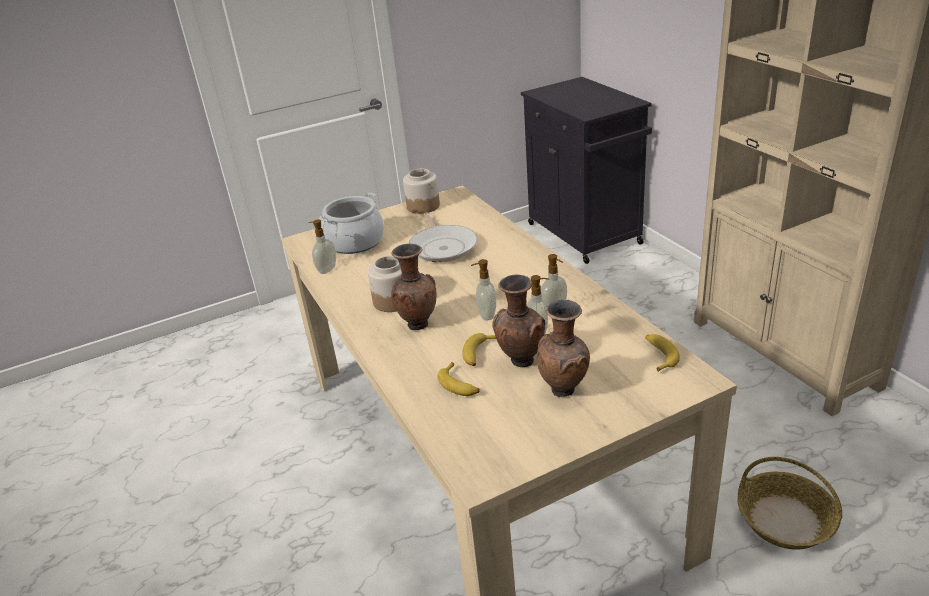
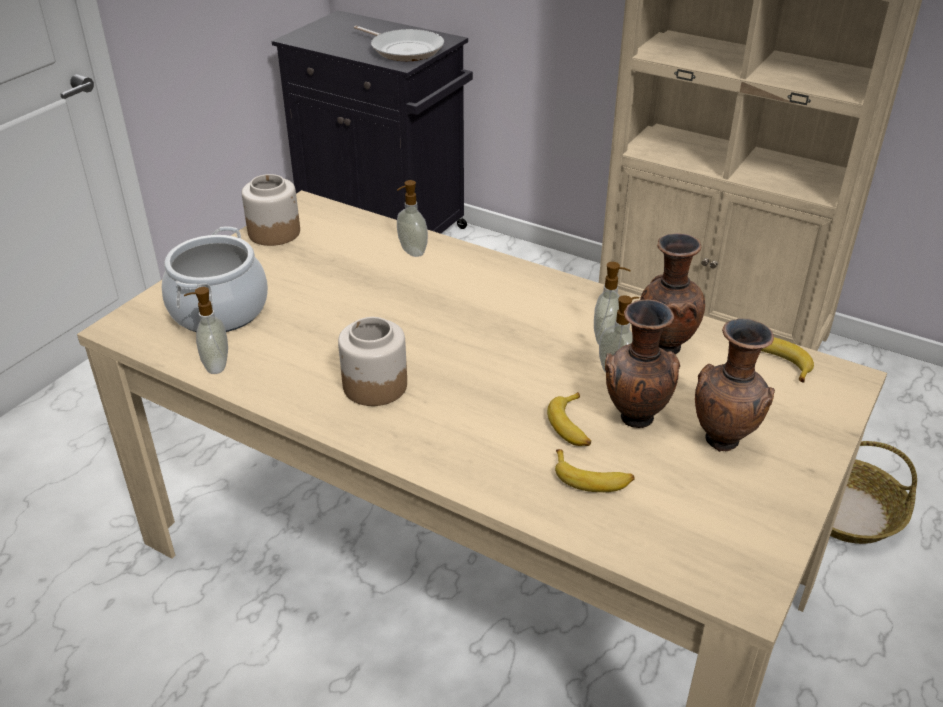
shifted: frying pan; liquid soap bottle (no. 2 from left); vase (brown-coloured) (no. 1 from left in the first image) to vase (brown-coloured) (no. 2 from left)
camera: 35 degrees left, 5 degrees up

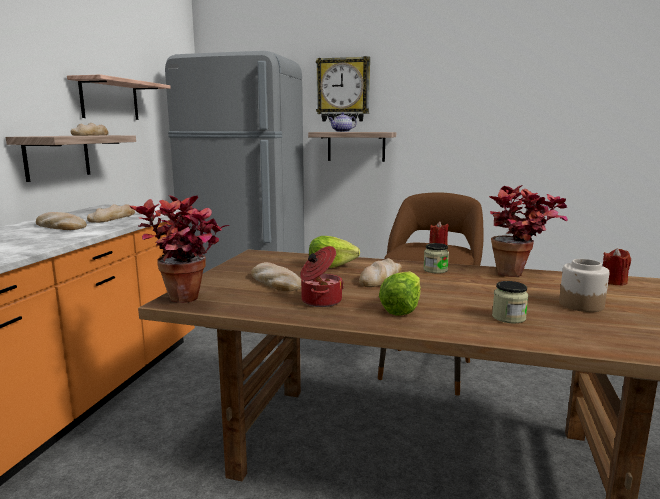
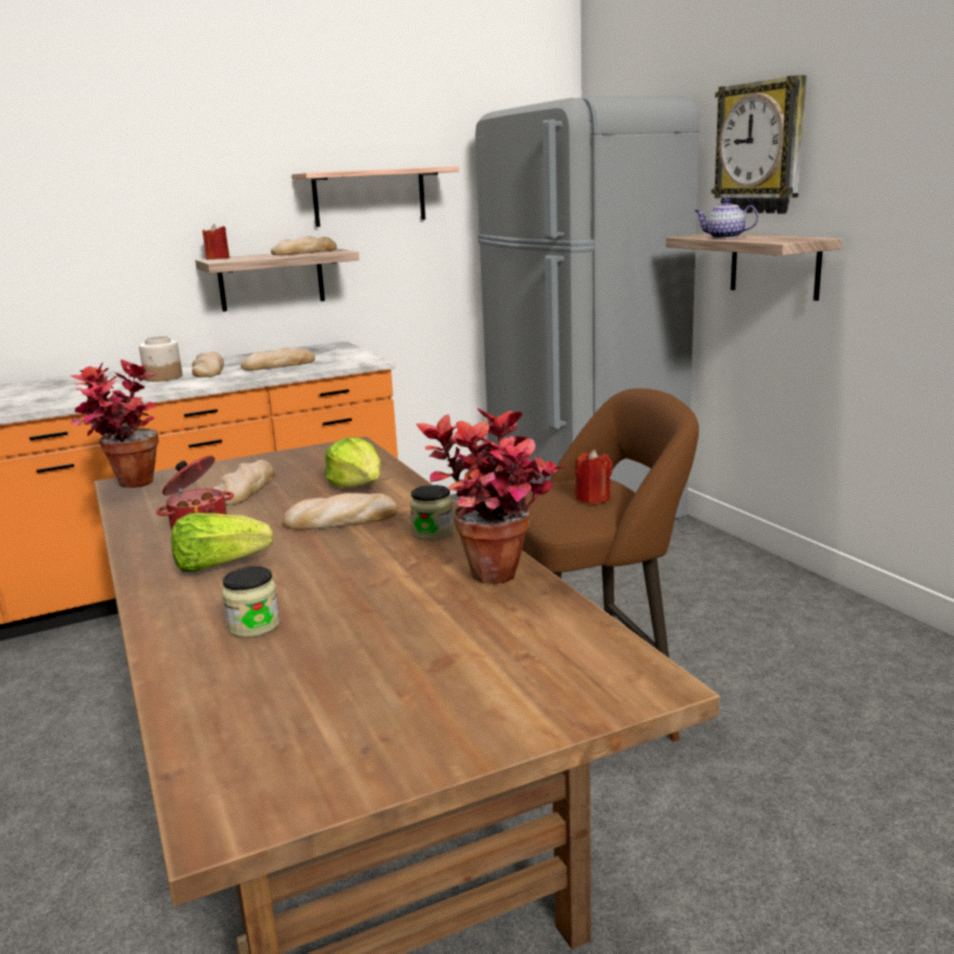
shifted: jar (no. 3 from left in the first image) to jar (no. 1 from left); wax candle (reddish) (no. 2 from left in the first image) to wax candle (reddish) (no. 1 from left)
camera: 50 degrees right, 5 degrees up

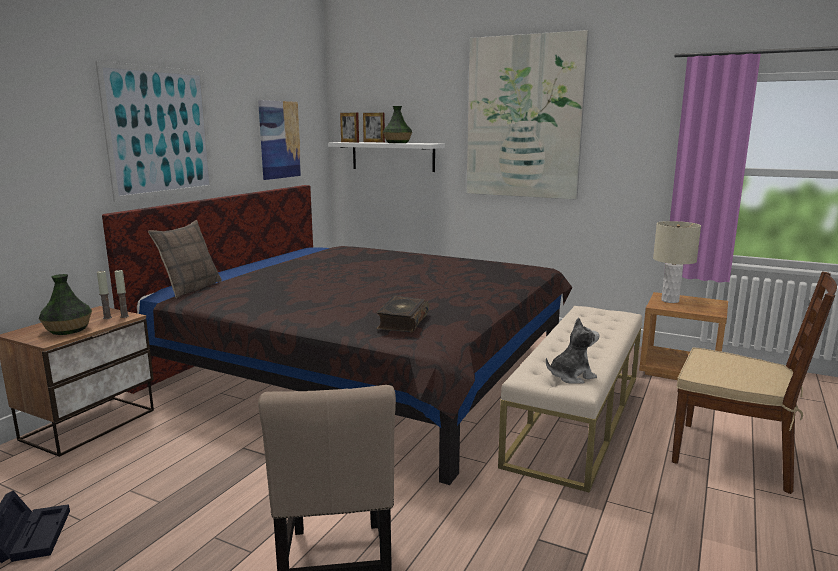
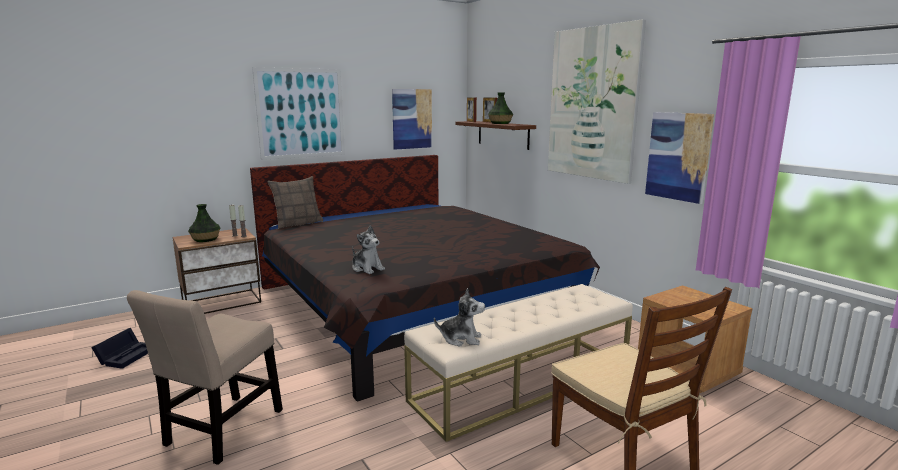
gone: lamp for a table (sand-coloured)
new: wall picture (no. 4 from left)
swapped: volume to cuddly toy (no. 1 from left)
repainted: wall shelf (white-coloured) to wall shelf (brown-coloured)
camera: 30 degrees right, 0 degrees up

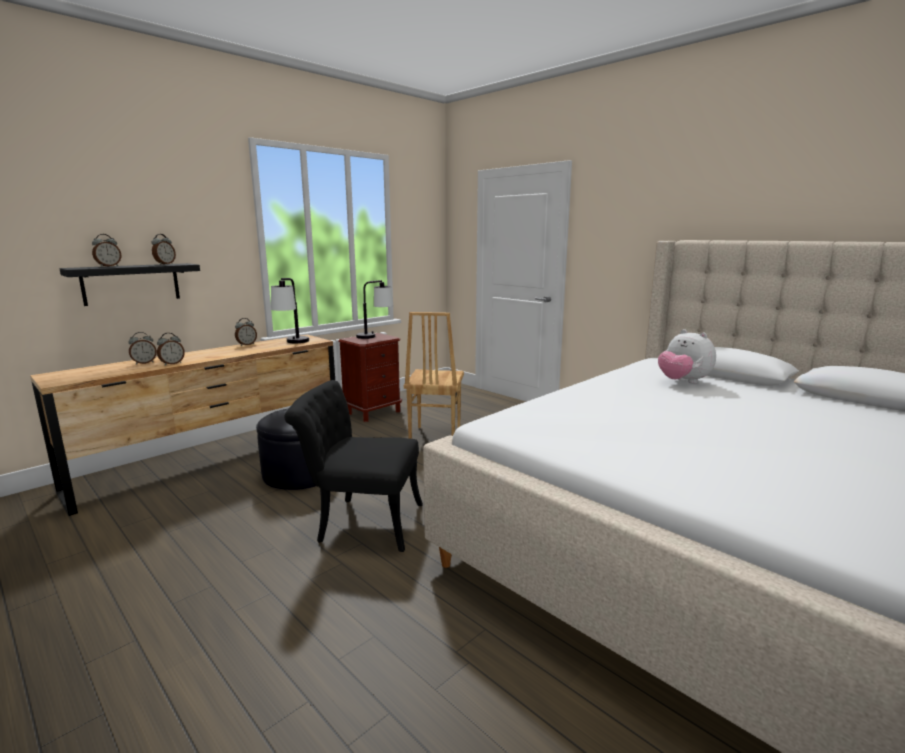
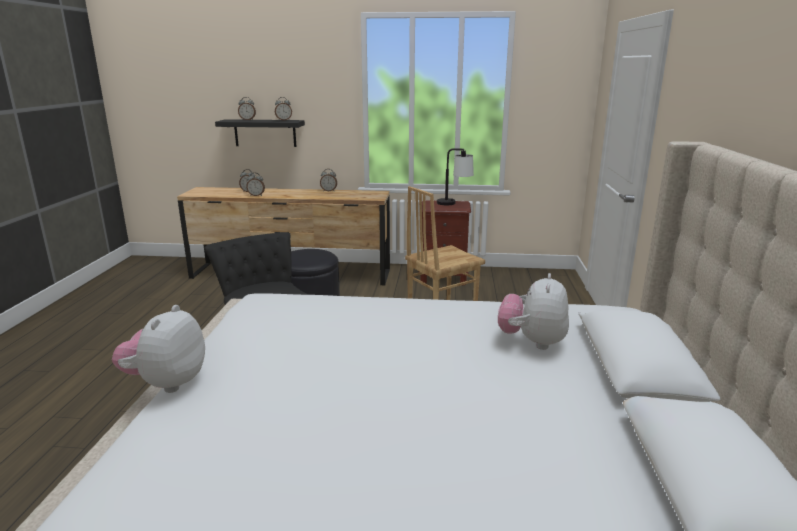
gone: lamp for a table (no. 1 from left)
new: cuddly toy (no. 1 from left)
camera: 50 degrees right, 5 degrees up

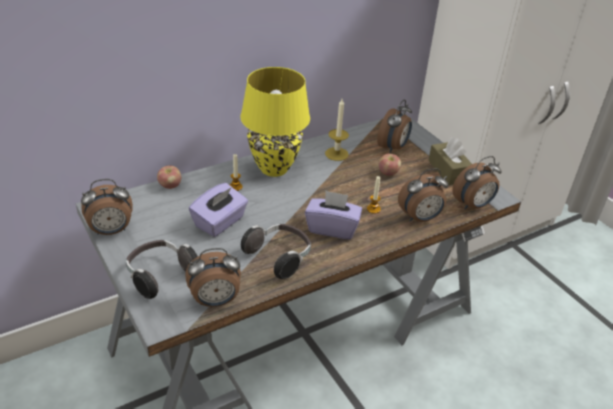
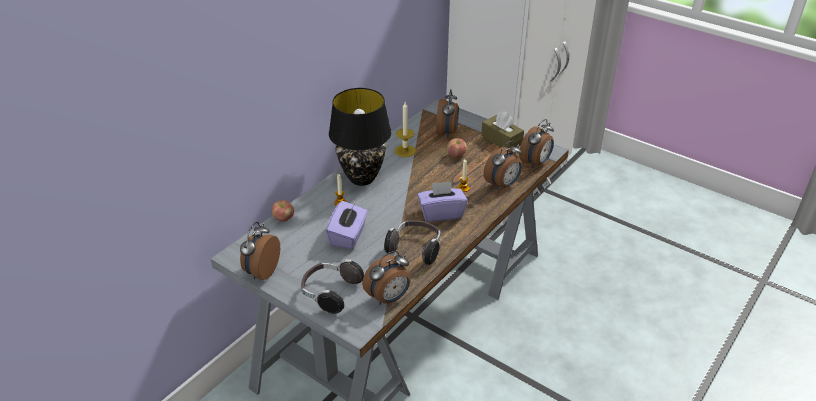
repainted: lamp for a table (yellowish) to lamp for a table (black-coloured)
rotated: bedside clock (no. 1 from left) 150 degrees clockwise
camera: 20 degrees left, 0 degrees up

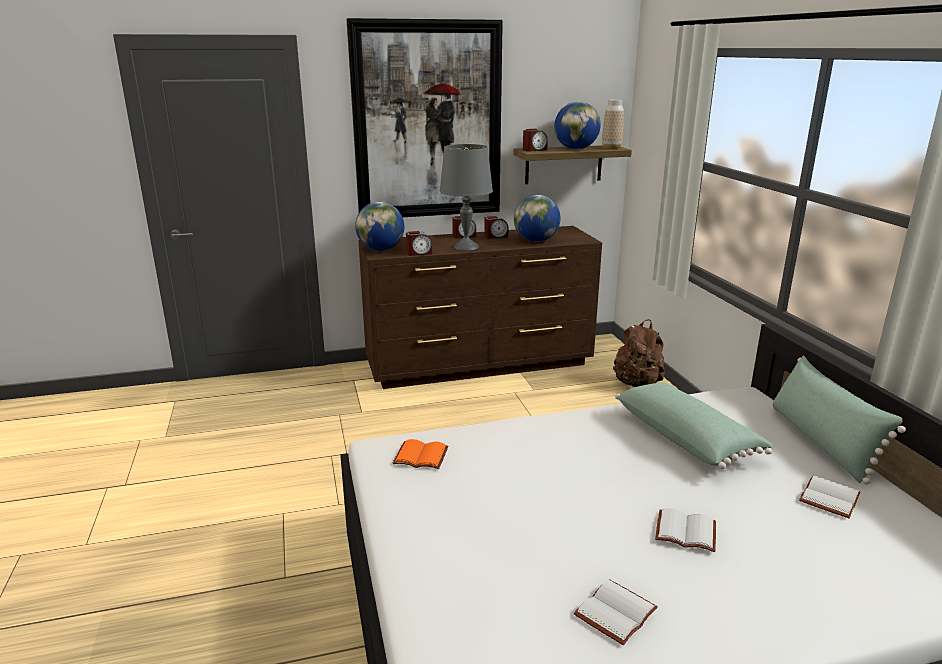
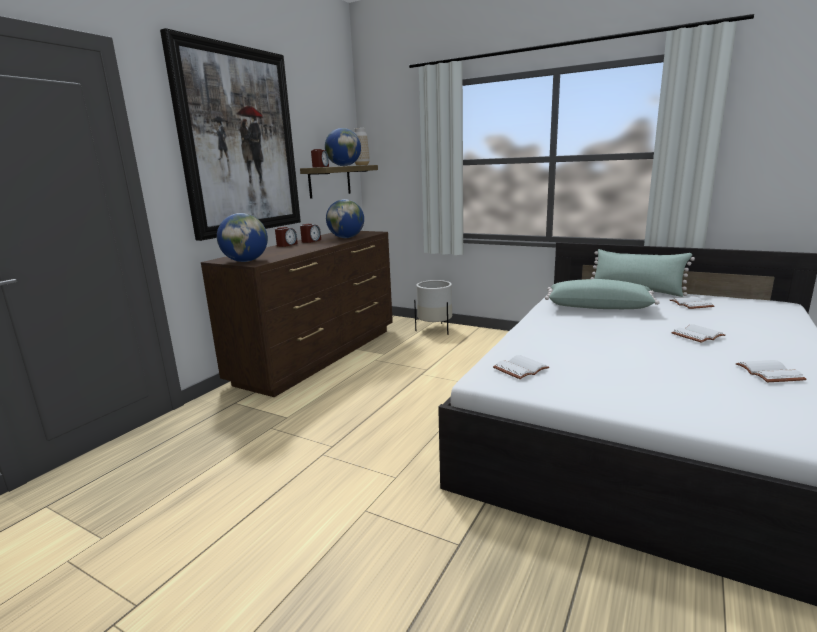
gone: bedside clock (no. 1 from left); lamp for a table (grey)
swapped: backpack (brown-coloured) to flower pot (white-coloured)
repainted: volume (orange-coloured) to volume (white-coloured) (no. 1 from left)
camera: 45 degrees left, 5 degrees down

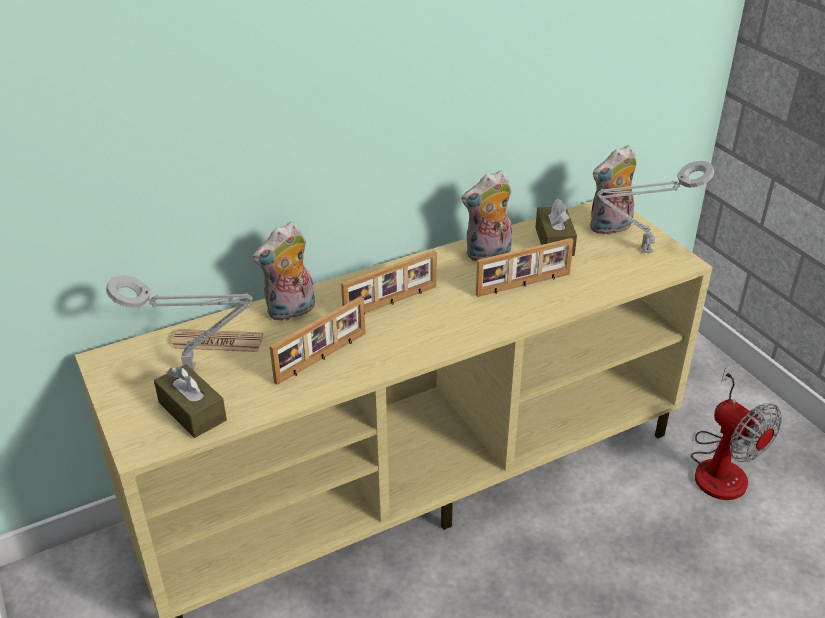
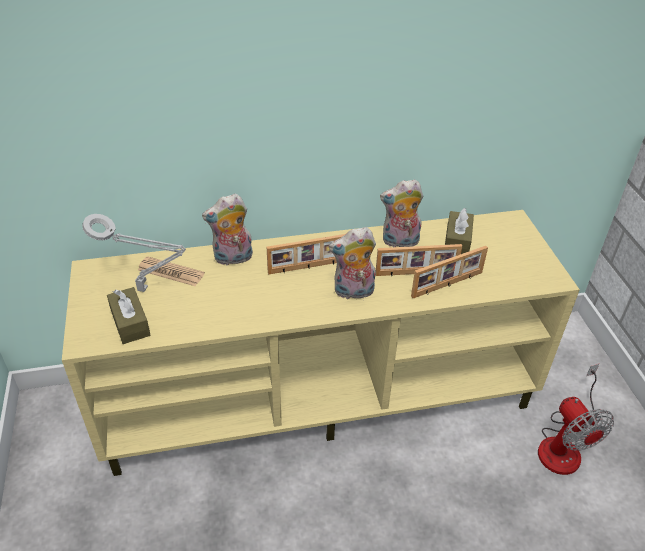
gone: lamp for a table (grey) (no. 2 from left)
shifted: cuddly toy (no. 3 from left in the first image) to cuddly toy (no. 2 from left); standing frame (no. 1 from left in the first image) to standing frame (no. 3 from left)
camera: 15 degrees right, 5 degrees up

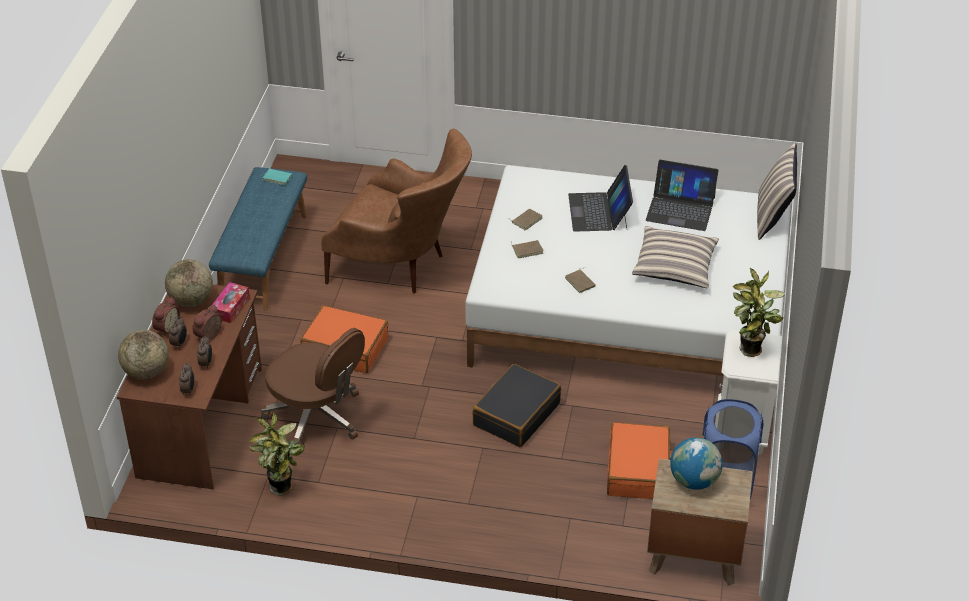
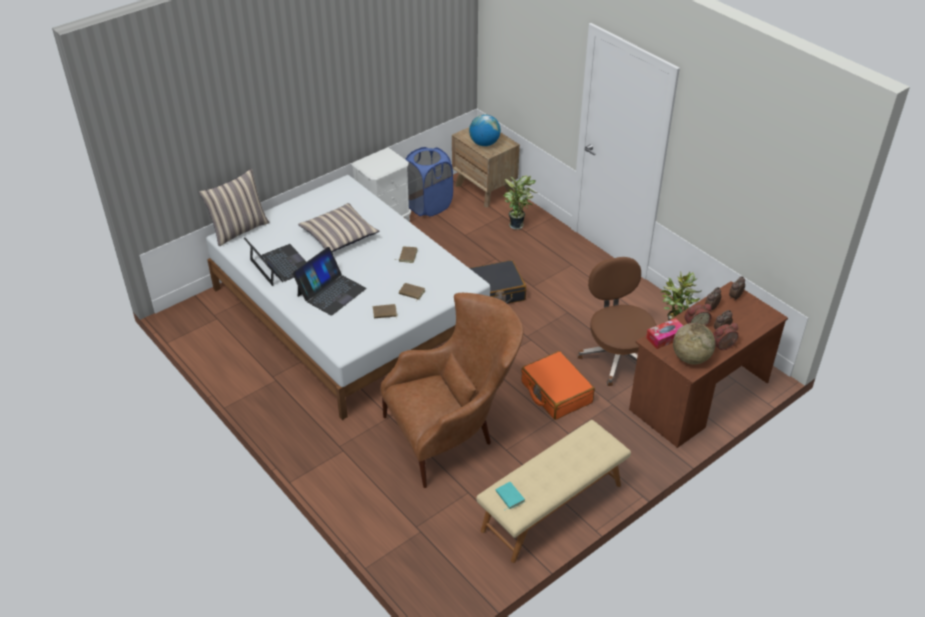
gone: globe (no. 1 from left); suitcase (orange-coloured) (no. 2 from left)
shifted: potted plant (no. 2 from left in the first image) to potted plant (no. 1 from left)
repainted: bench (blue-coloured) to bench (sand-coloured)
rotated: armchair (brown-coloured) 90 degrees clockwise
camera: 140 degrees left, 0 degrees up

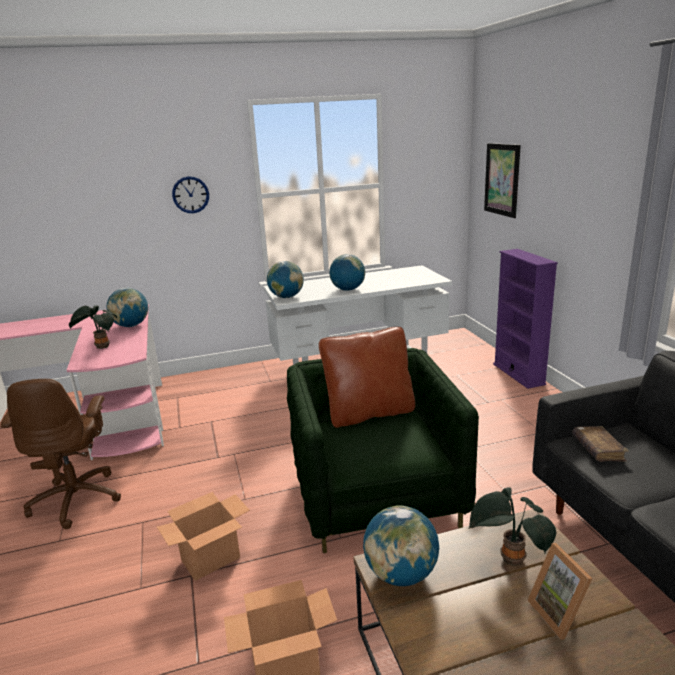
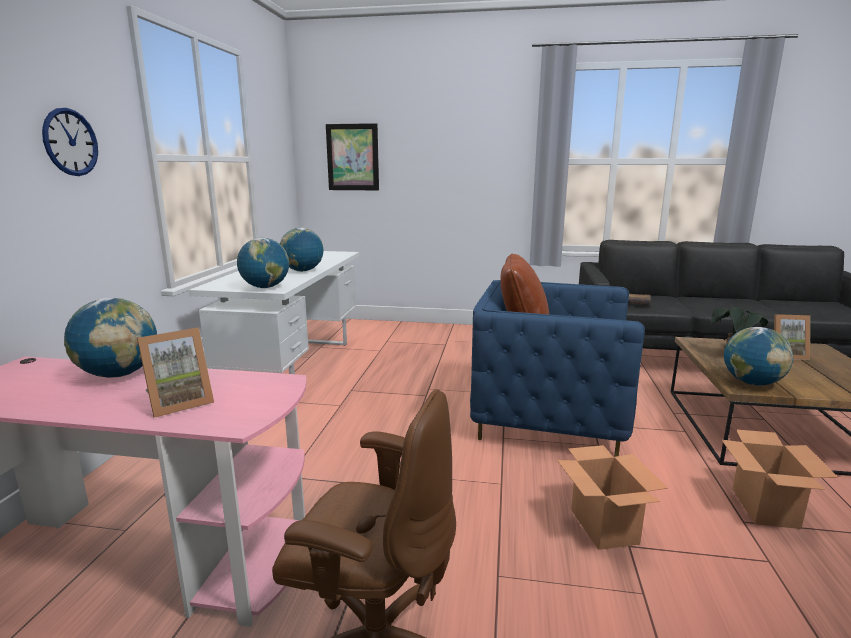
gone: bookshelf (purplish)
swapped: potted plant (no. 1 from left) to standing frame (no. 1 from left)
repainted: armchair (green-coloured) to armchair (blue-coloured)
camera: 65 degrees left, 5 degrees down

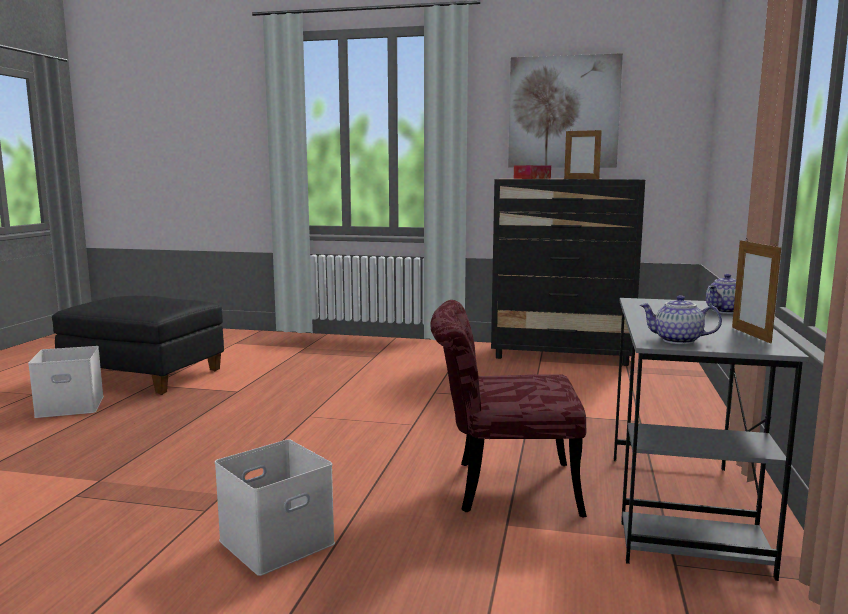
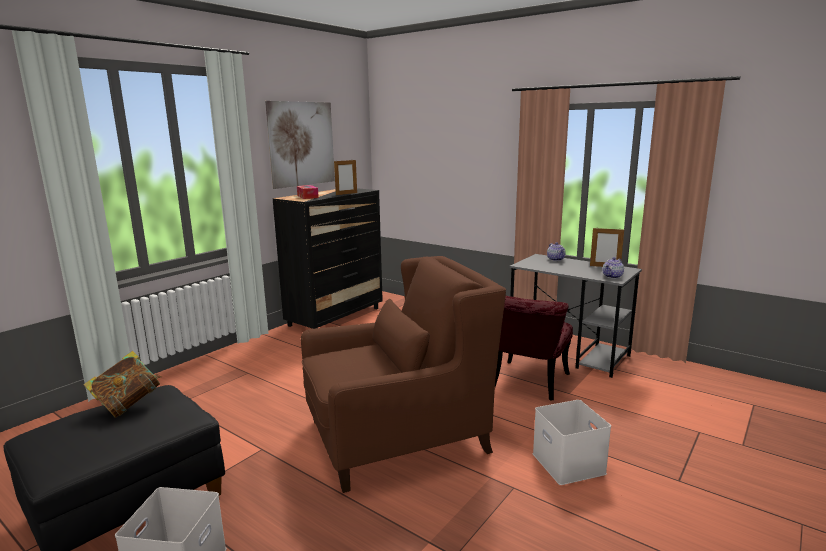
new: volume; armchair (brown-coloured)
camera: 65 degrees left, 5 degrees up

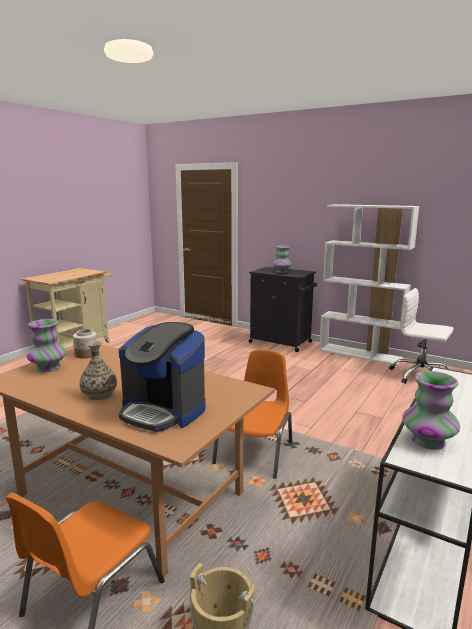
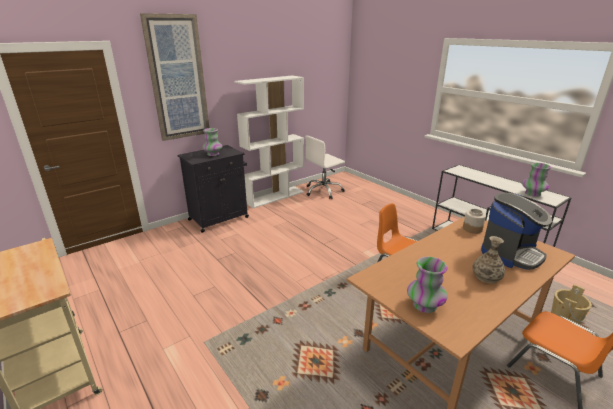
new: wall picture
shifted: jar
camera: 70 degrees left, 10 degrees up

